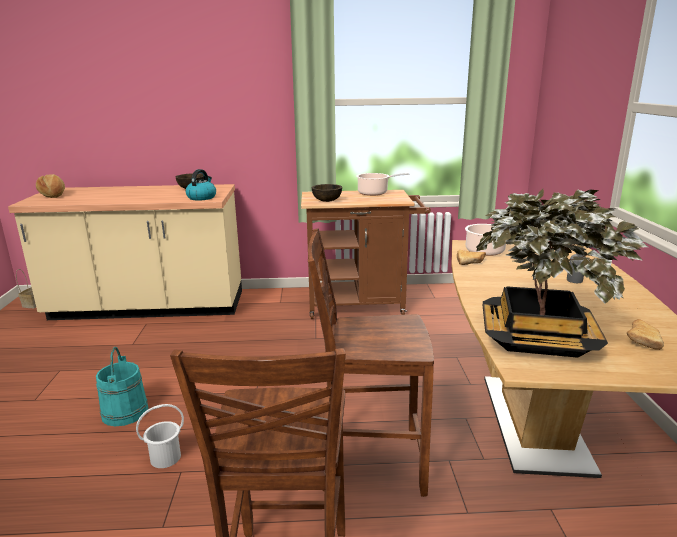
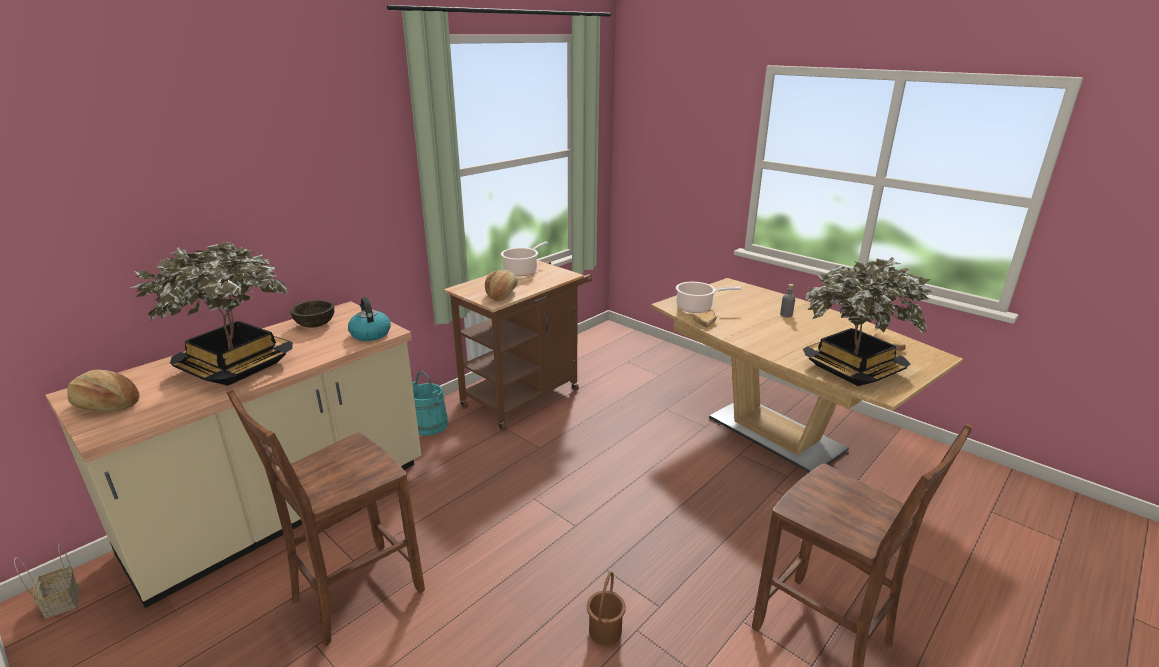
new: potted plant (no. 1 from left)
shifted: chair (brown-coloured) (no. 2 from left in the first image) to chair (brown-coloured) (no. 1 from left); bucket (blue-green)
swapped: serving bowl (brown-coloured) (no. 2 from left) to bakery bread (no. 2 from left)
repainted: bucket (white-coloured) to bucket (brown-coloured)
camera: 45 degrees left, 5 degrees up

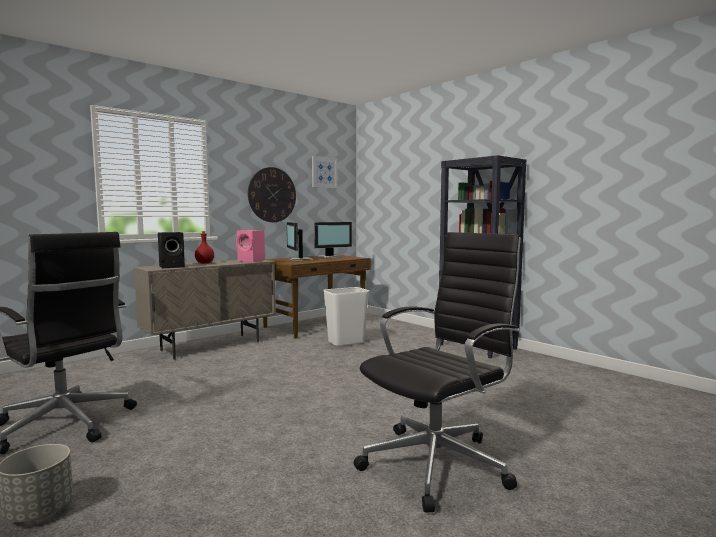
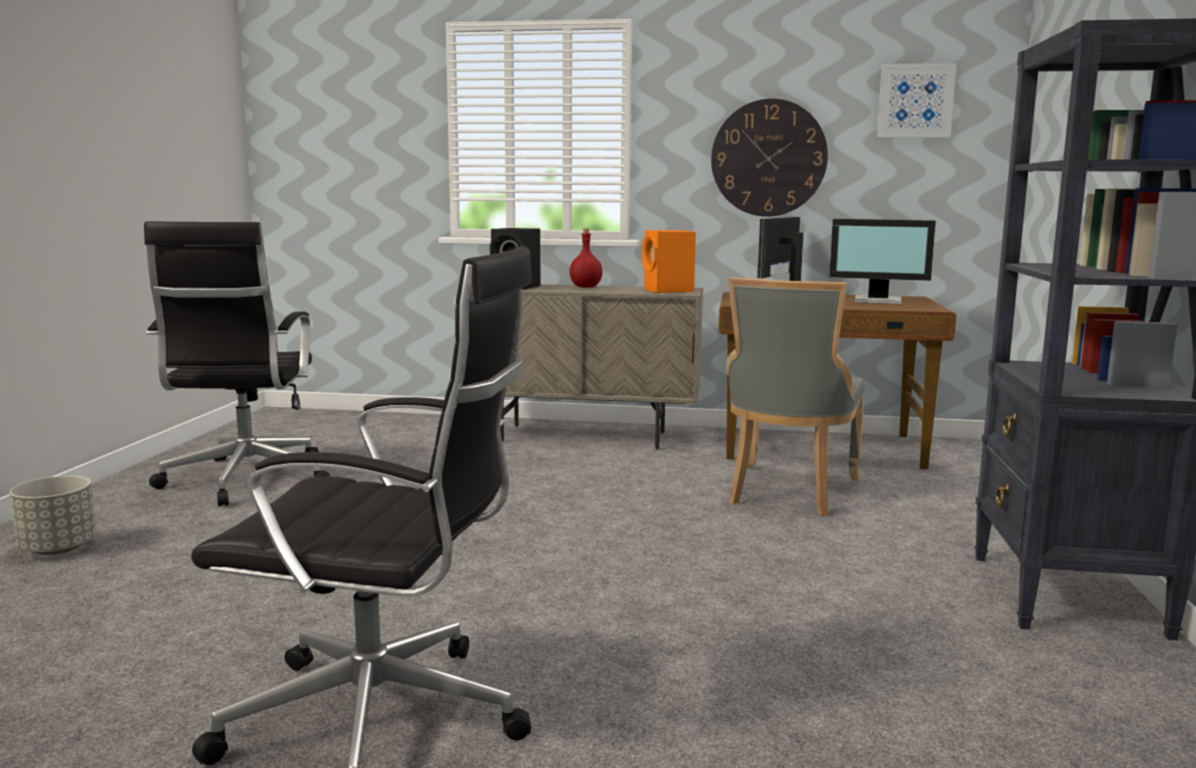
swapped: waste bin (white-coloured) to chair (grey)
repainted: audio speaker (pink) to audio speaker (orange-coloured)
camera: 50 degrees right, 5 degrees up

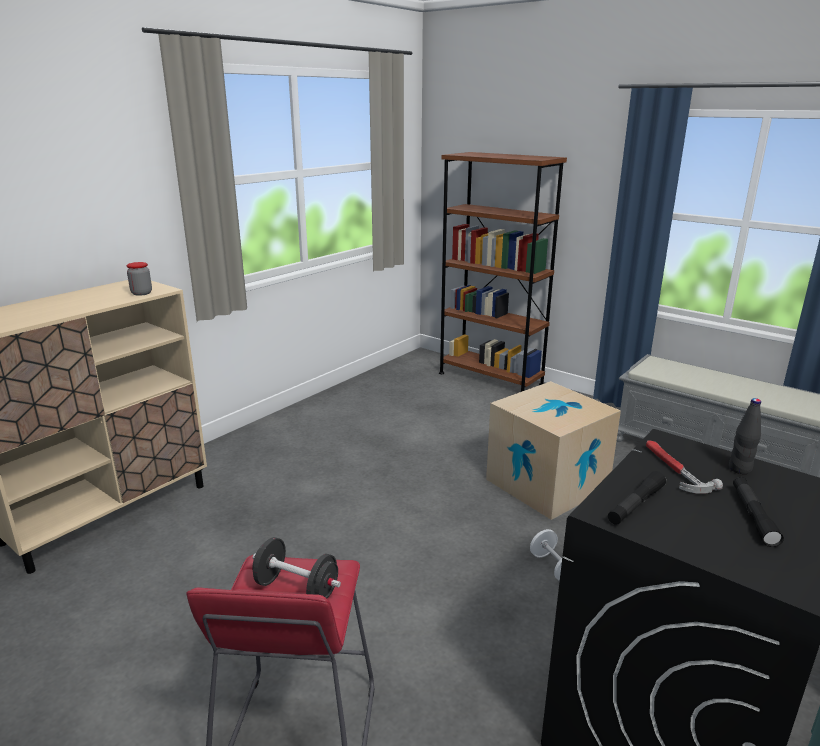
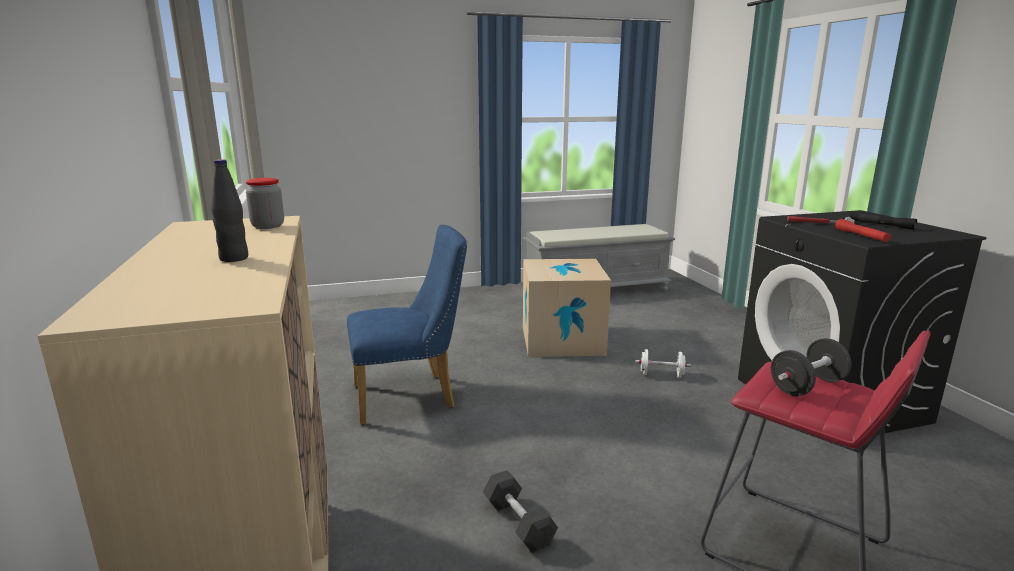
gone: bookshelf (brown-coloured)
new: chair (blue-coloured); dumbbell (black-coloured) (no. 1 from left)
shifted: drink bottle (black-coloured)
repainted: torch (black-coloured) (no. 1 from left) to torch (reddish)
camera: 55 degrees left, 5 degrees down

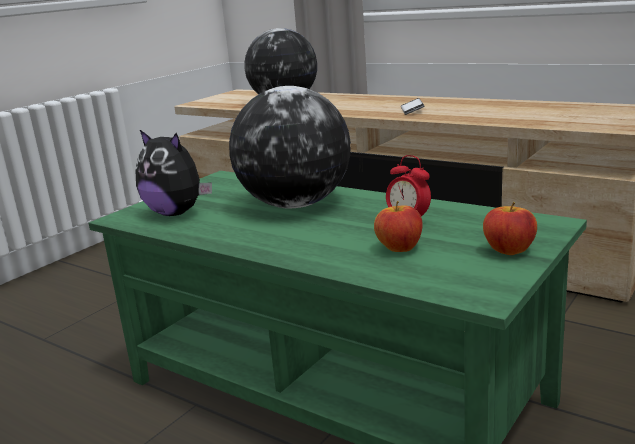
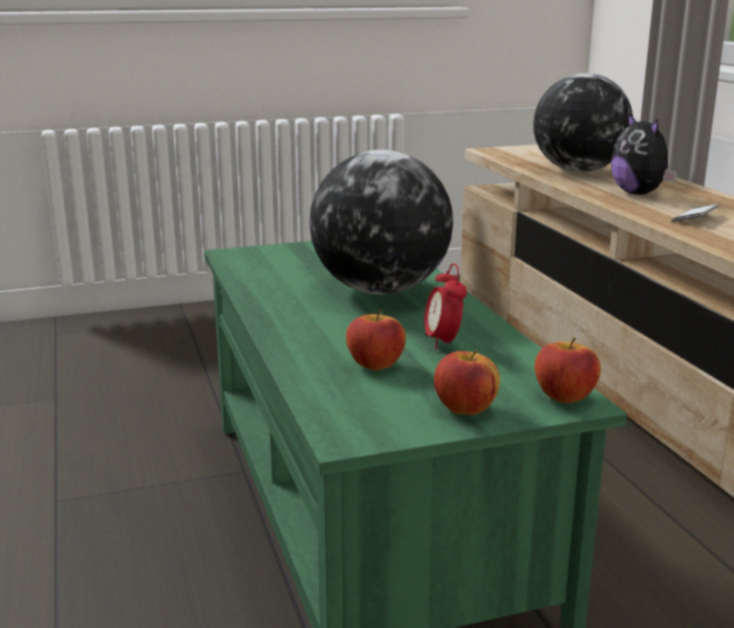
new: apple (no. 3 from left)
shifted: cuddly toy
camera: 35 degrees right, 0 degrees up

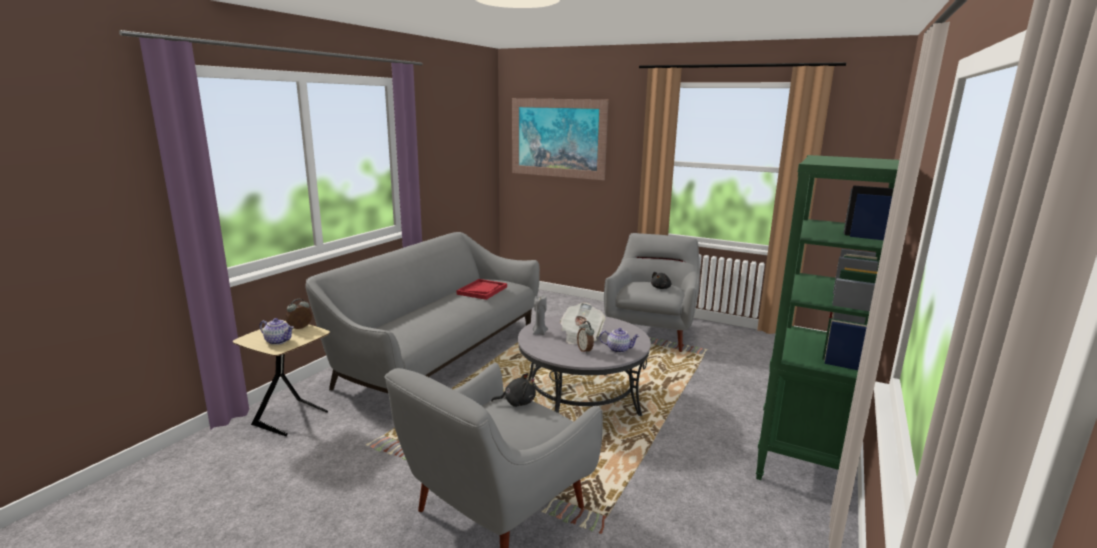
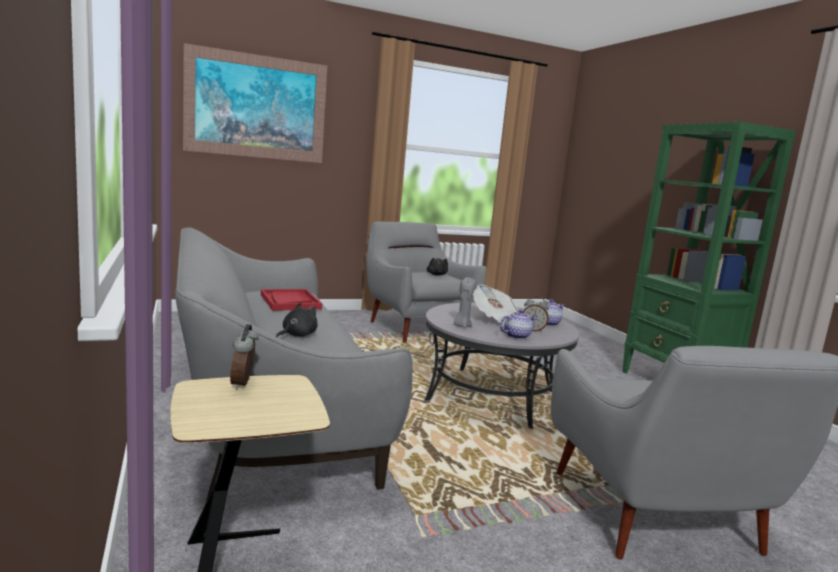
shifted: cuddly toy (black-coloured) (no. 1 from left); teapot (no. 1 from left)
camera: 50 degrees left, 5 degrees down

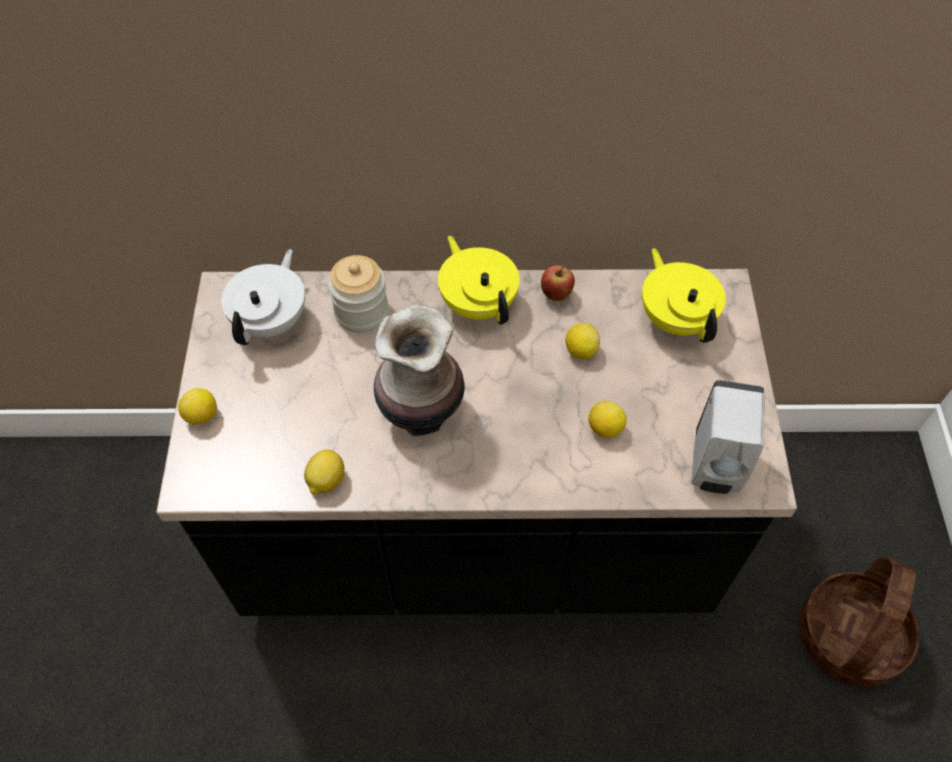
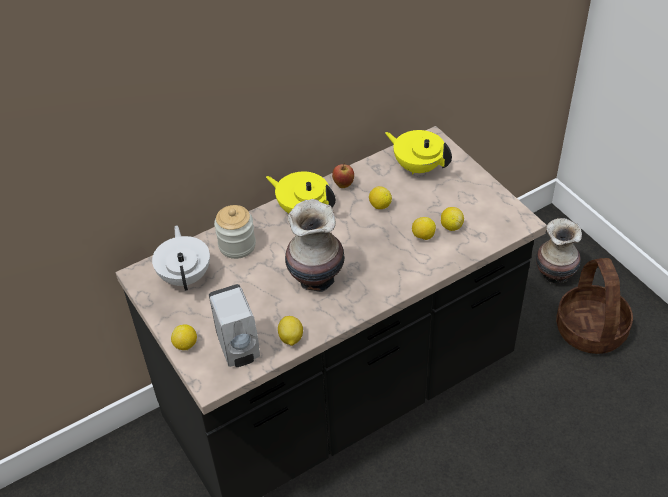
new: citrus fruit (no. 5 from left); vase (no. 2 from left)
shifted: liquid soap bottle (white-coloured)
camera: 30 degrees left, 10 degrees down

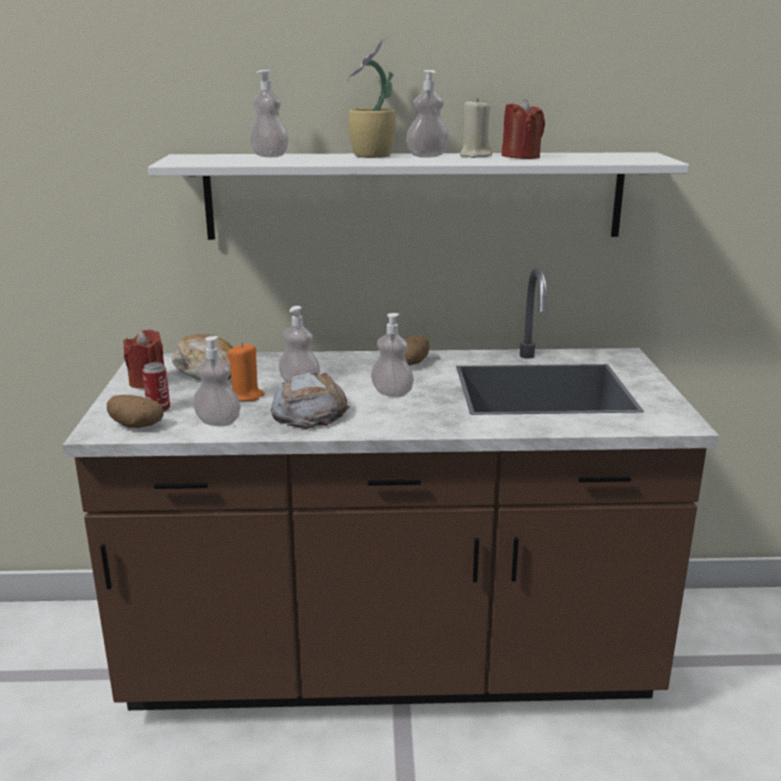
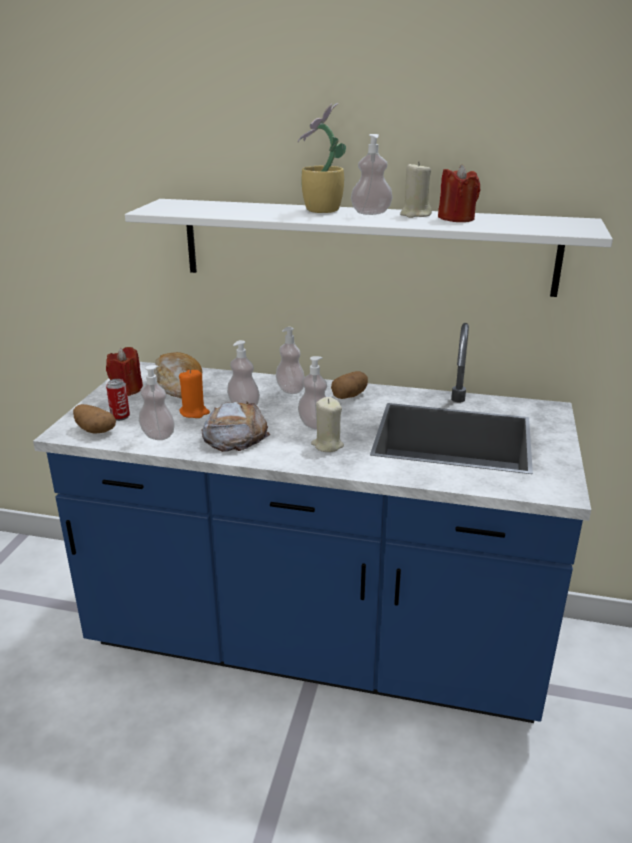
new: wax candle (sand-coloured) (no. 1 from left)
shifted: liquid soap bottle (no. 2 from left in the first image) to liquid soap bottle (no. 3 from left)
repainted: counter (brown-coloured) to counter (blue-coloured)
camera: 15 degrees right, 5 degrees up

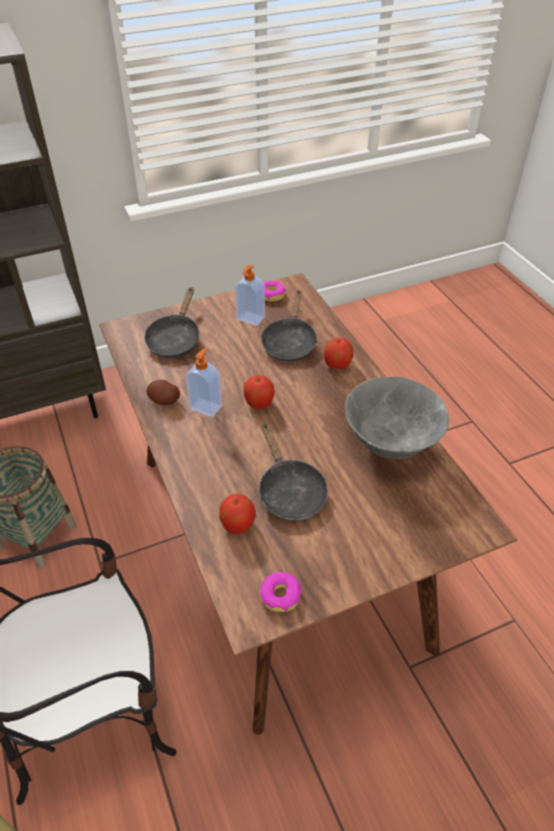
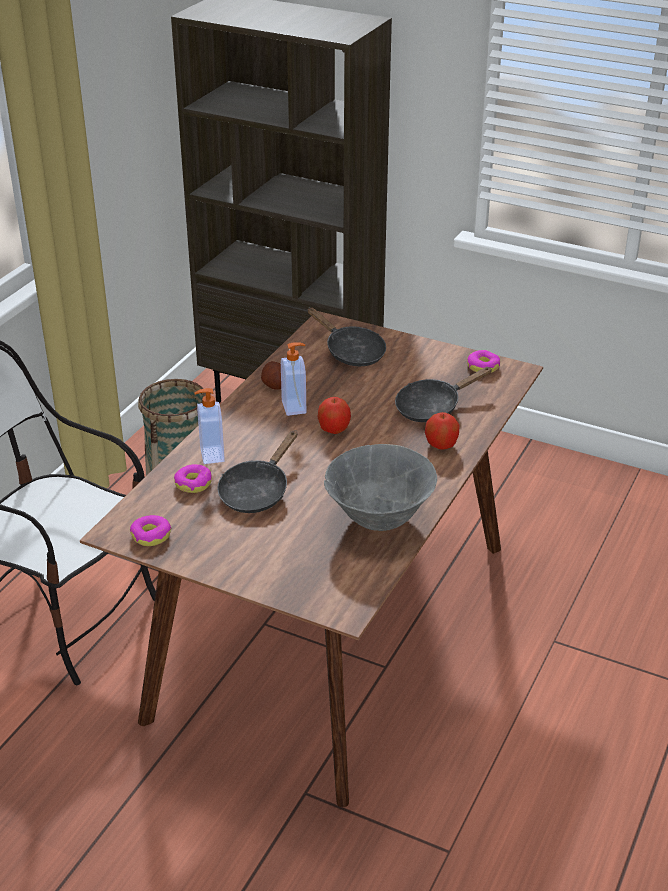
shifted: liquid soap bottle (no. 2 from left in the first image) to liquid soap bottle (no. 1 from left)
swapped: apple (no. 1 from left) to doughnut (no. 2 from left)
rotated: frying pan (black-coloured) (no. 1 from left in the first image) 105 degrees counterclockwise
camera: 50 degrees right, 10 degrees down

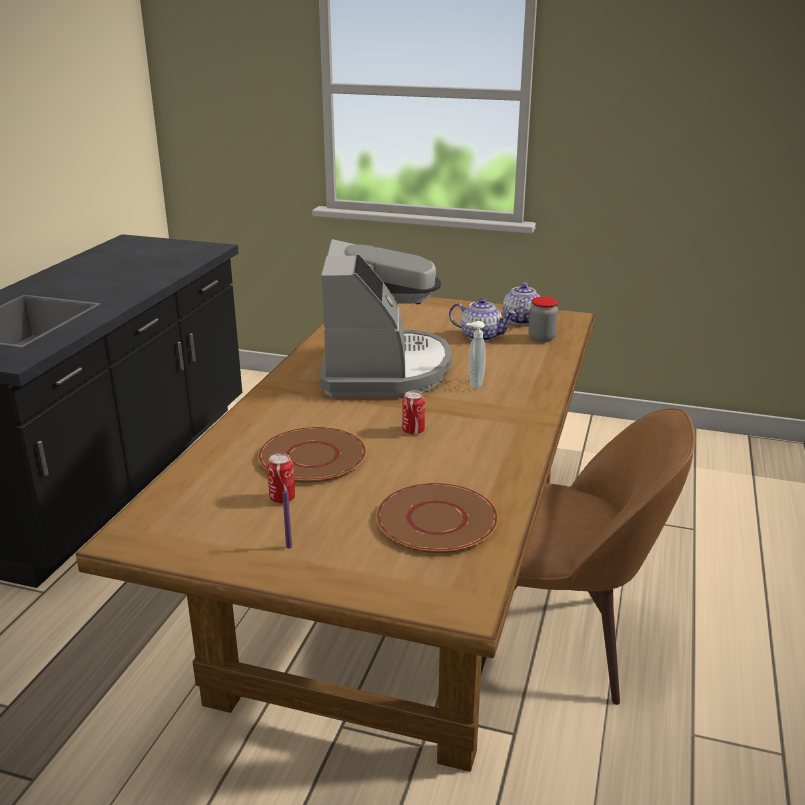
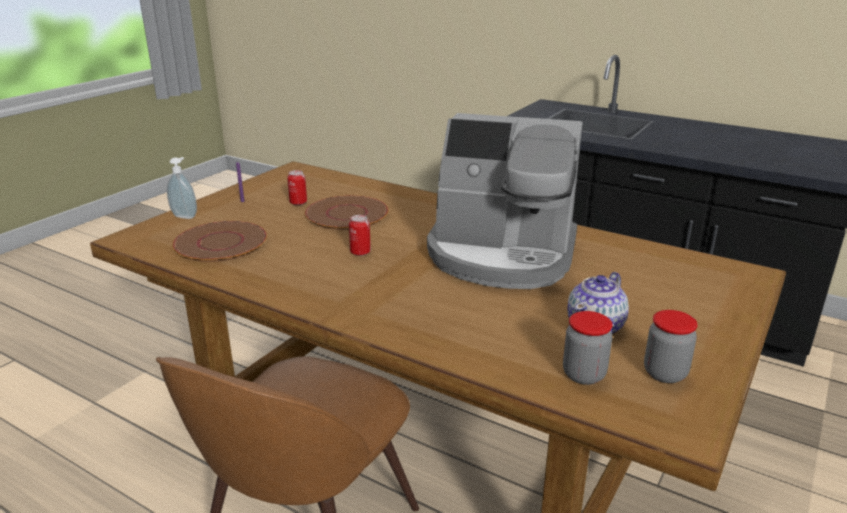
shifted: liquid soap bottle
swapped: teapot (no. 2 from left) to jar (no. 2 from left)
camera: 105 degrees right, 0 degrees up

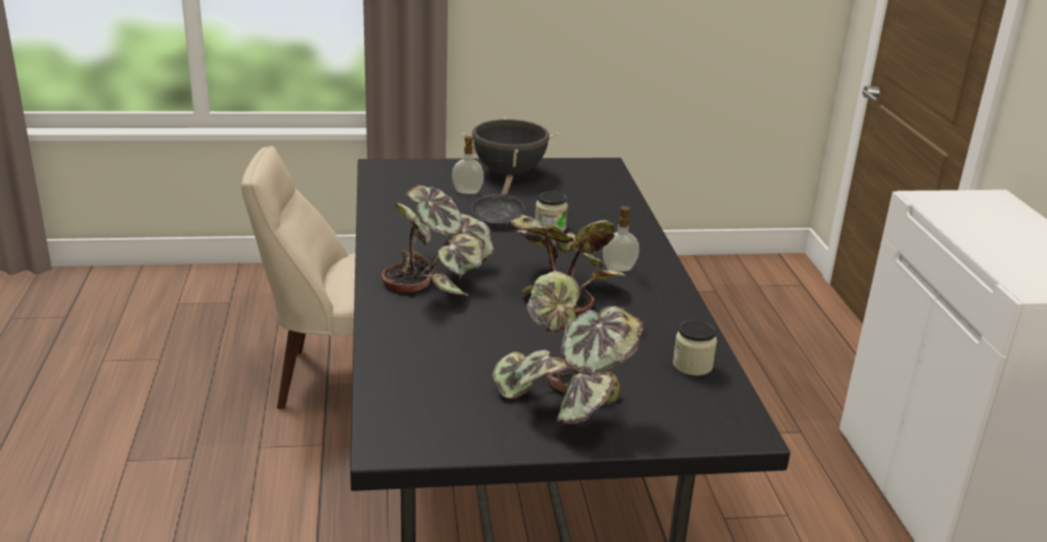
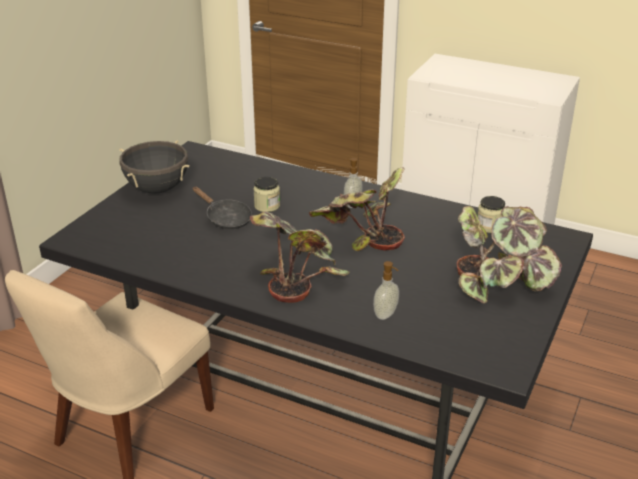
shifted: liquid soap bottle (no. 1 from left in the first image) to liquid soap bottle (no. 2 from left)
camera: 55 degrees left, 5 degrees up

